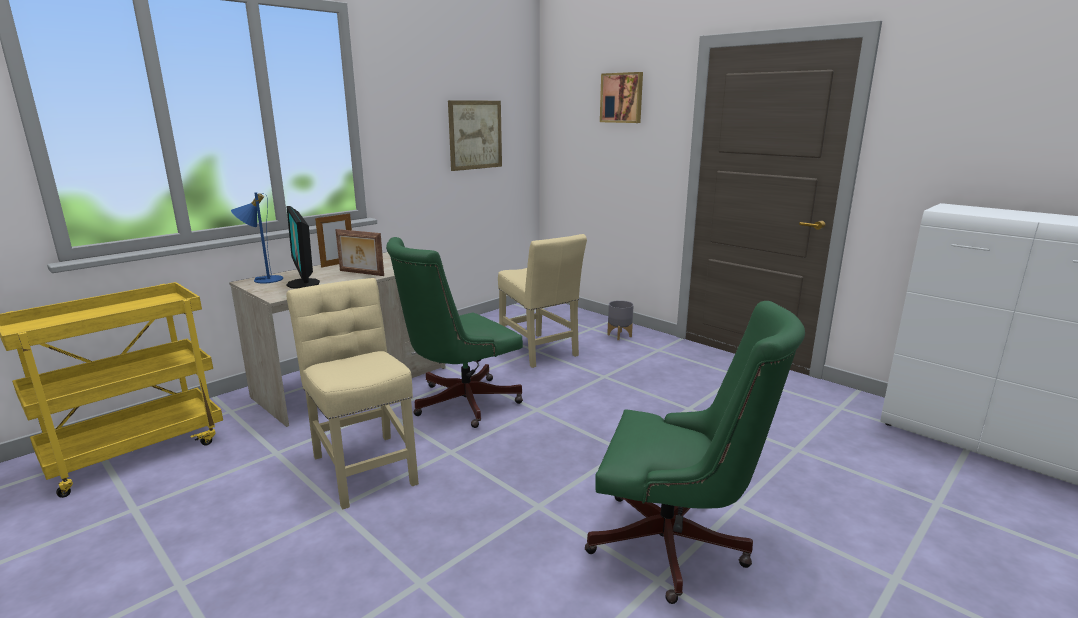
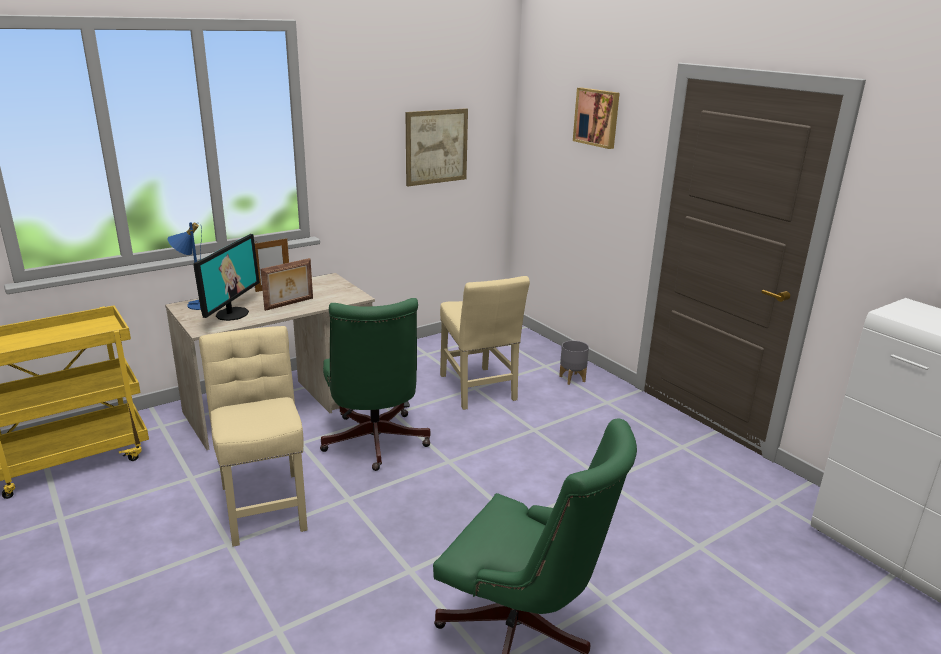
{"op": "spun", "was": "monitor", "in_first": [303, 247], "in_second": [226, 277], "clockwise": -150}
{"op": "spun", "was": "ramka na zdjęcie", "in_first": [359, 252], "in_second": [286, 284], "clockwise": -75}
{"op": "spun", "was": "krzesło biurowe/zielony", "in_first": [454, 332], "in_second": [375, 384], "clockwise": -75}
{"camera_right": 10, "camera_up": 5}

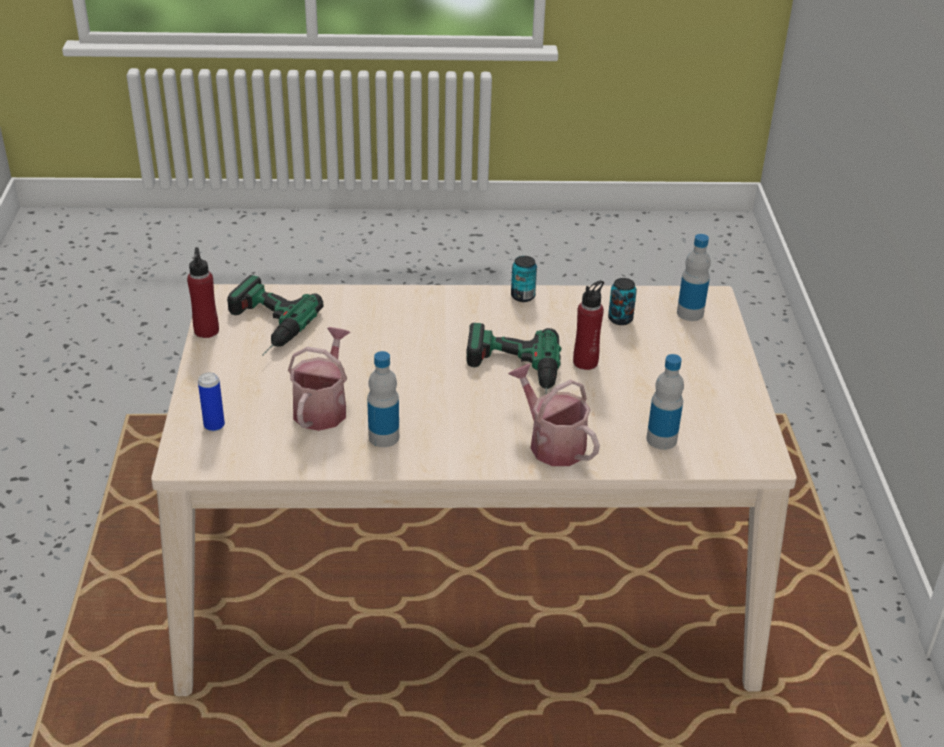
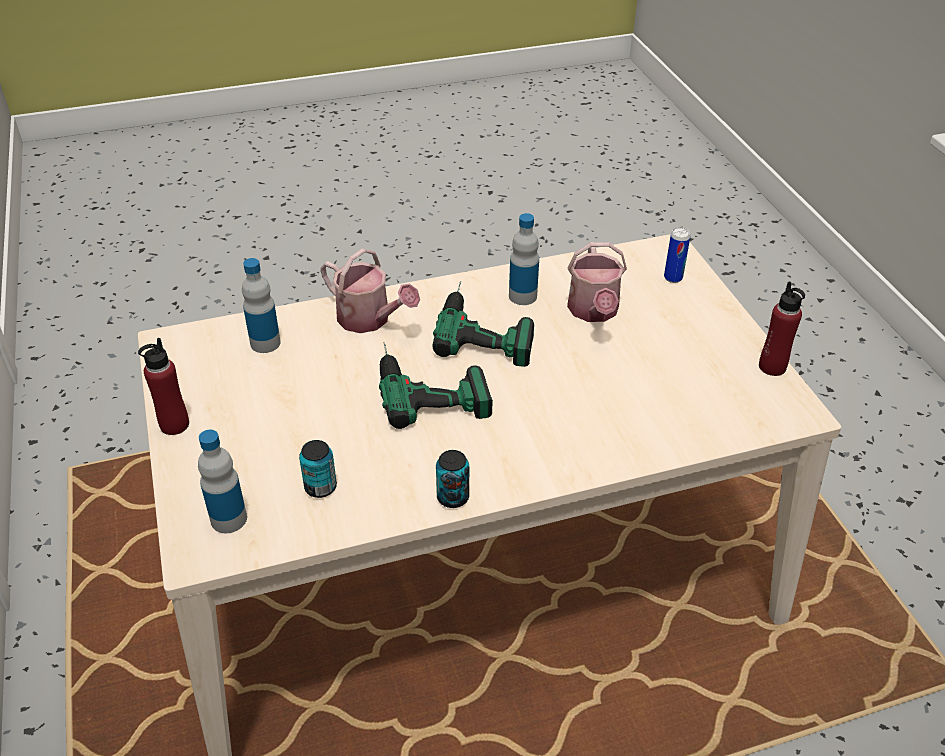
{"op": "relocated", "was": "wiertarka", "in_first": [275, 315], "in_second": [483, 324]}
{"op": "relocated", "was": "butelka/czerwony", "in_first": [588, 325], "in_second": [163, 386]}
{"camera_right": 165, "camera_up": 5}

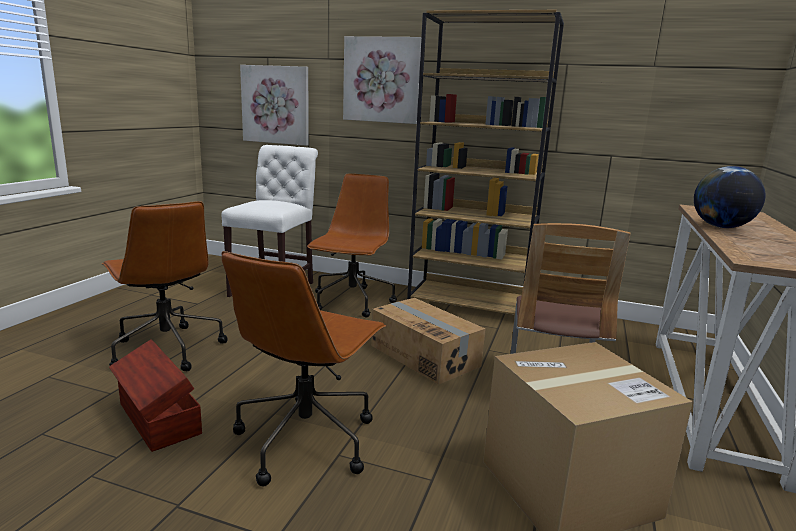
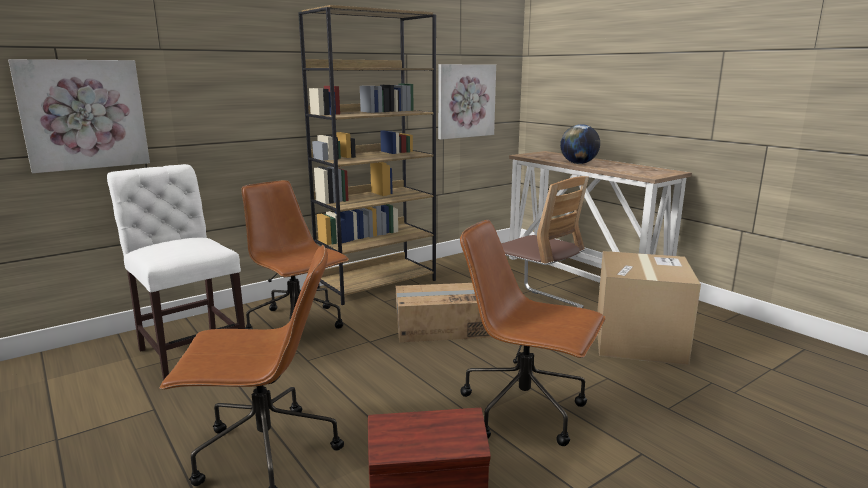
{"op": "relocated", "was": "obraz", "in_first": [382, 80], "in_second": [467, 102]}
{"op": "spun", "was": "krzesło biurowe/brązowy", "in_first": [304, 368], "in_second": [533, 333], "clockwise": 150}
{"camera_right": -55, "camera_up": 0}

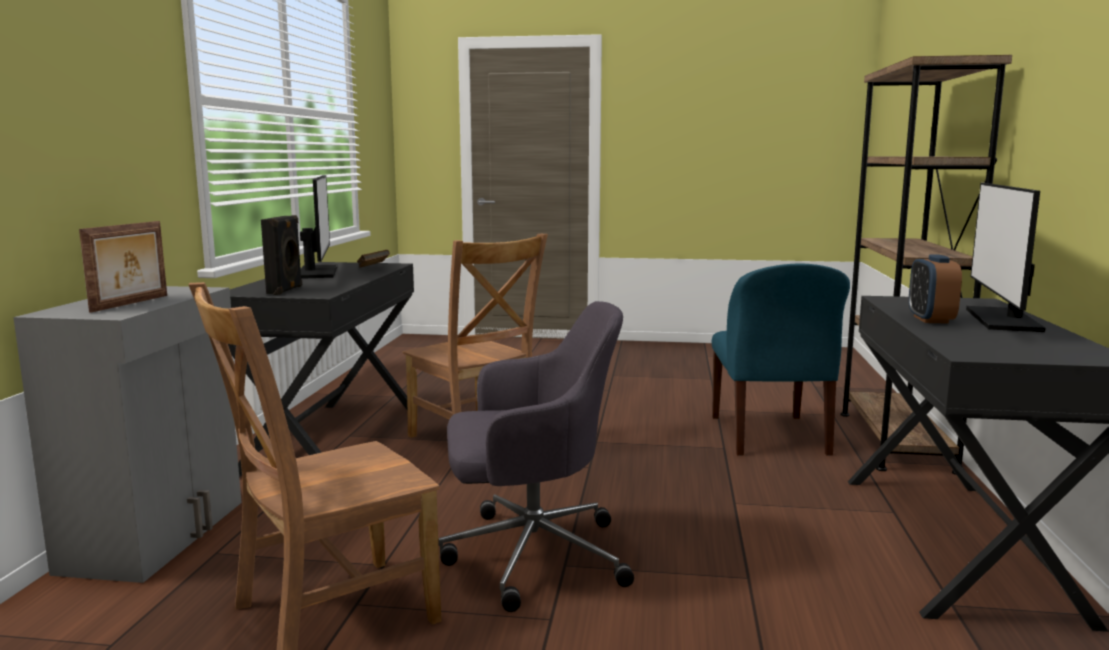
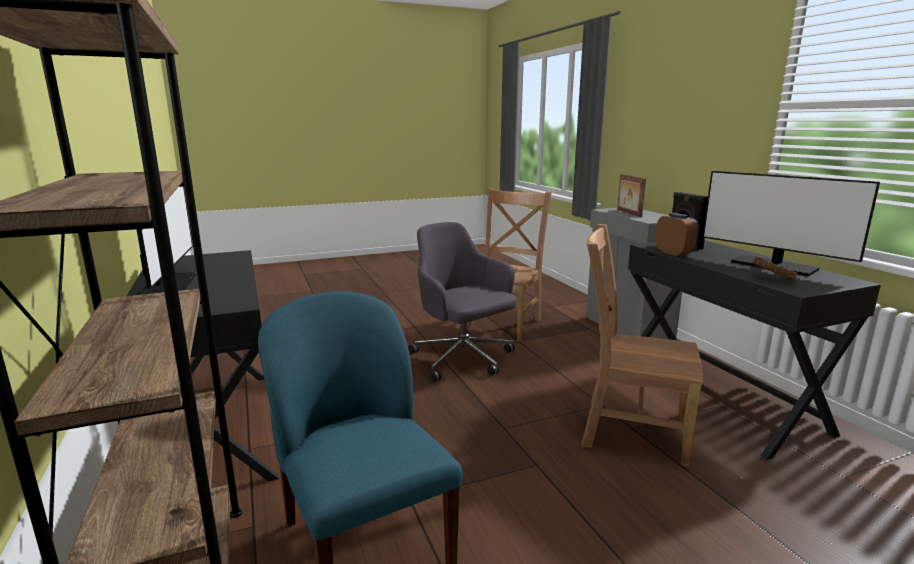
{"op": "relocated", "was": "budzik", "in_first": [935, 289], "in_second": [677, 235]}
{"op": "spun", "was": "krzesło biurowe/szary", "in_first": [536, 456], "in_second": [462, 302], "clockwise": 90}
{"camera_right": 150, "camera_up": 5}

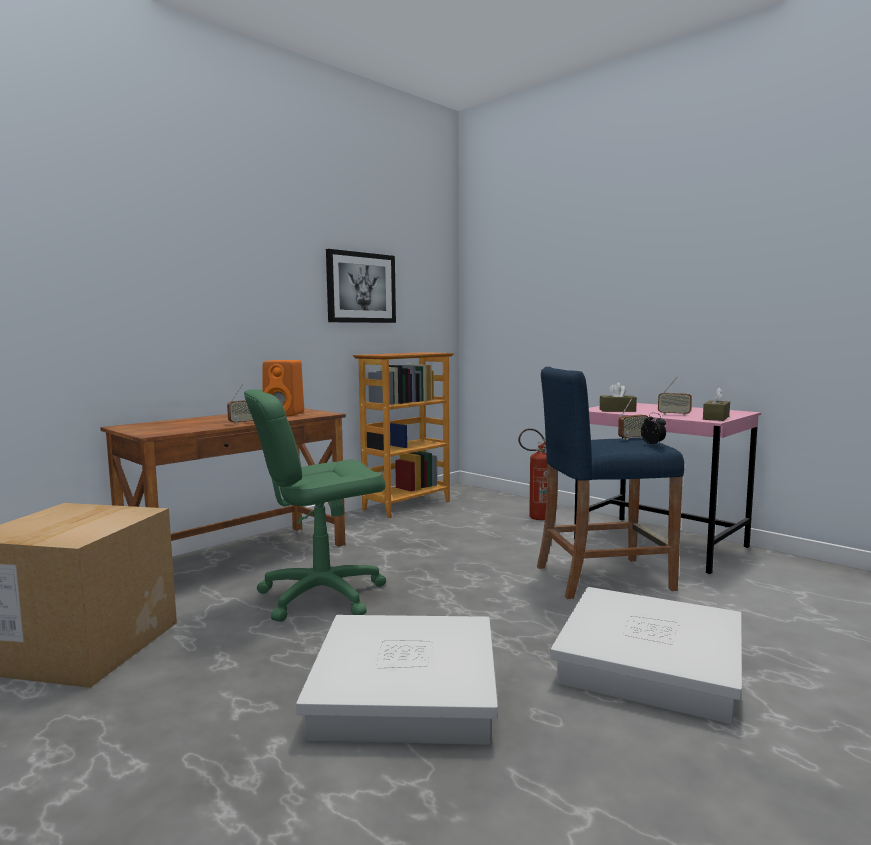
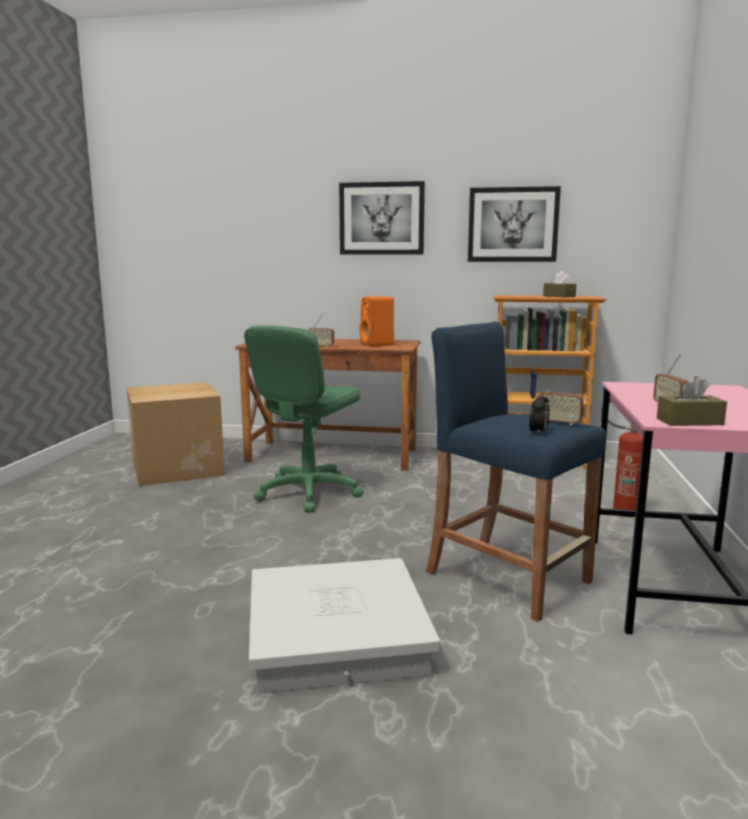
{"op": "relocated", "was": "pudełko chusteczek/brązowy", "in_first": [618, 397], "in_second": [560, 284]}
{"op": "spun", "was": "krzesło biurowe/zielony", "in_first": [315, 505], "in_second": [304, 419], "clockwise": -90}
{"op": "missing", "was": "pojemnik do przechowywania/biały", "in_first": [397, 680]}
{"op": "appeared", "now": "obraz", "in_second": [382, 218]}
{"camera_right": 55, "camera_up": 5}

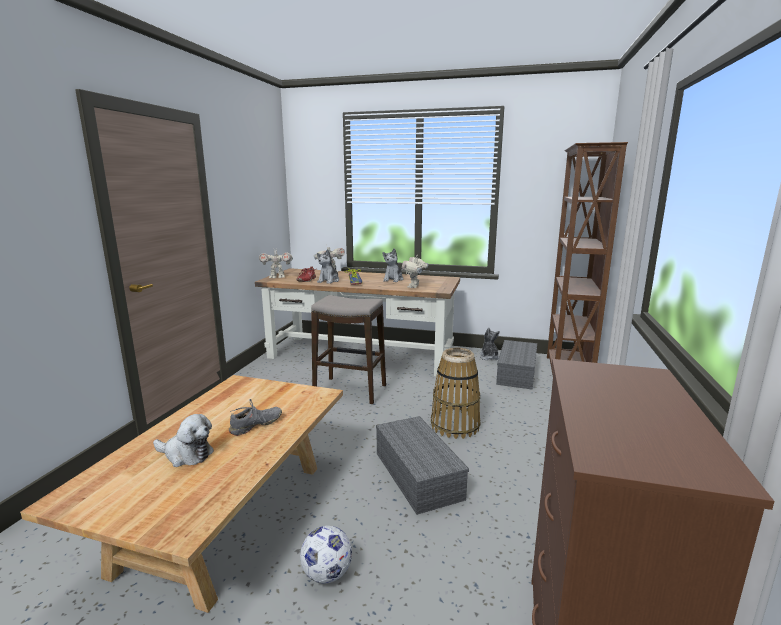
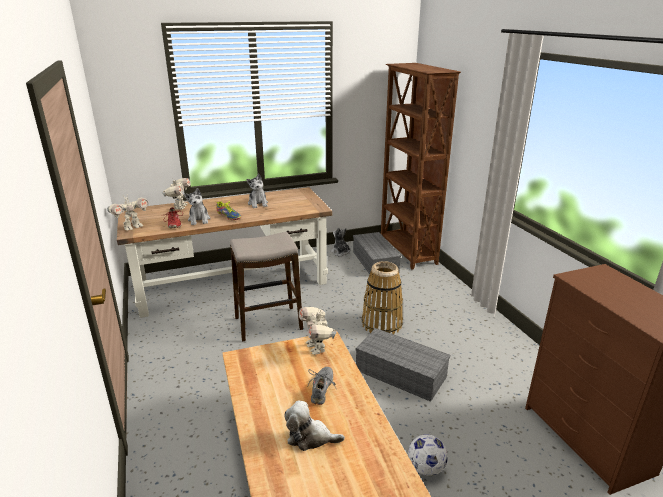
{"op": "relocated", "was": "robot zabawkowy", "in_first": [415, 271], "in_second": [318, 331]}
{"op": "spun", "was": "pluszak", "in_first": [183, 440], "in_second": [314, 426], "clockwise": -150}
{"camera_right": -35, "camera_up": 10}

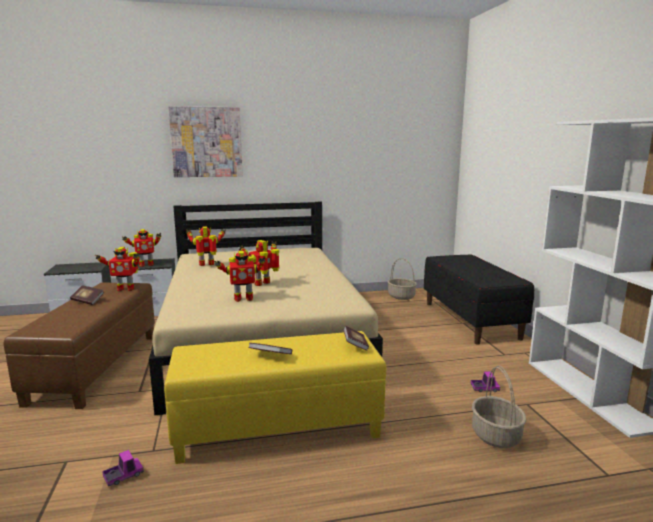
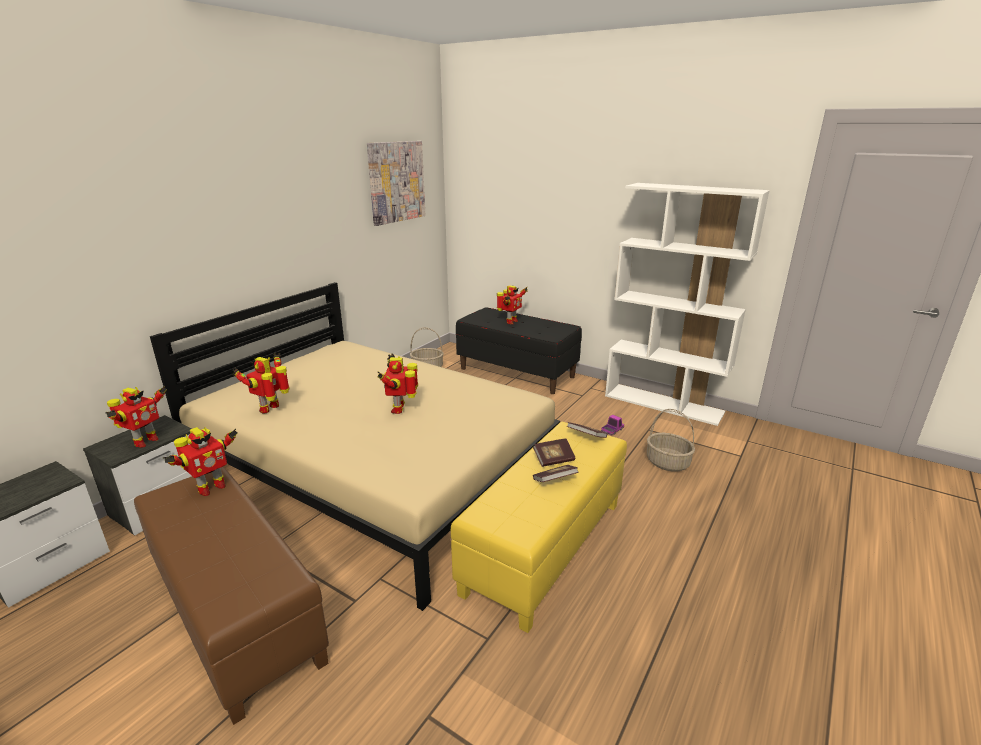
{"op": "relocated", "was": "obraz", "in_first": [205, 141], "in_second": [396, 183]}
{"op": "relocated", "was": "robot zabawkowy", "in_first": [239, 276], "in_second": [512, 304]}
{"op": "relocated", "was": "książka", "in_first": [87, 295], "in_second": [554, 452]}
{"op": "missing", "was": "ciężarówka zabawkowa", "in_first": [123, 468]}
{"camera_right": -45, "camera_up": 10}

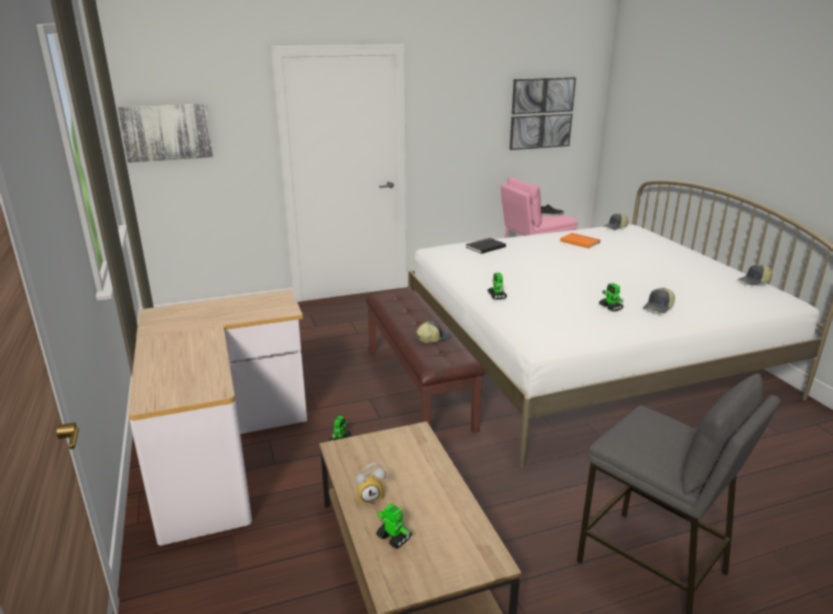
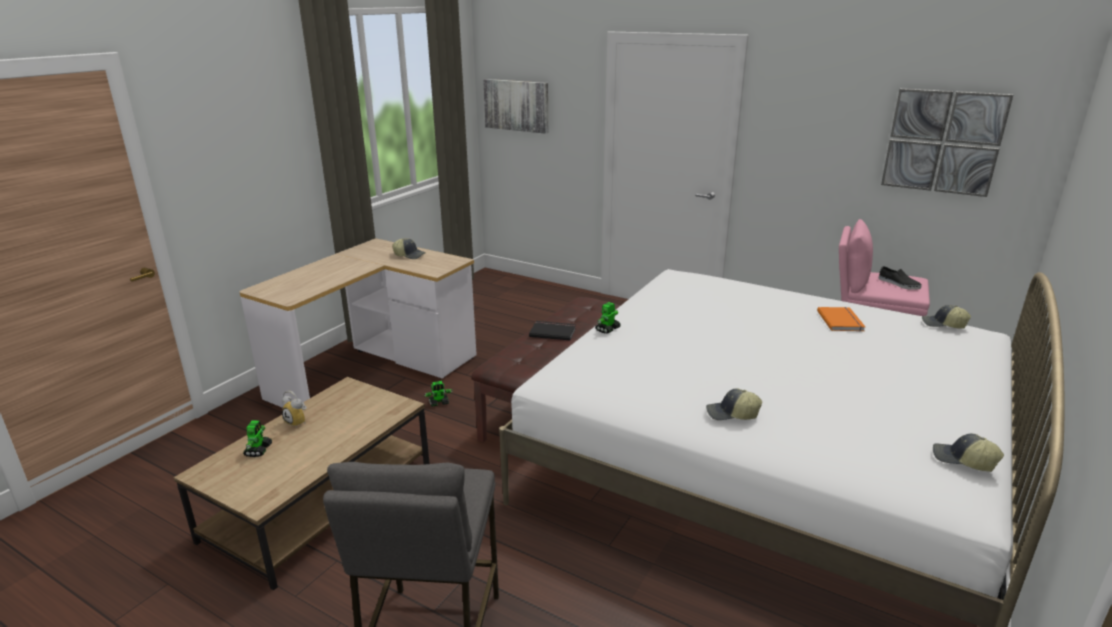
{"op": "relocated", "was": "książka/czarny", "in_first": [486, 246], "in_second": [552, 331]}
{"op": "missing", "was": "robot zabawkowy", "in_first": [611, 297]}
{"op": "relocated", "was": "czapka z daszkiem", "in_first": [433, 332], "in_second": [409, 248]}
{"camera_right": 50, "camera_up": 0}

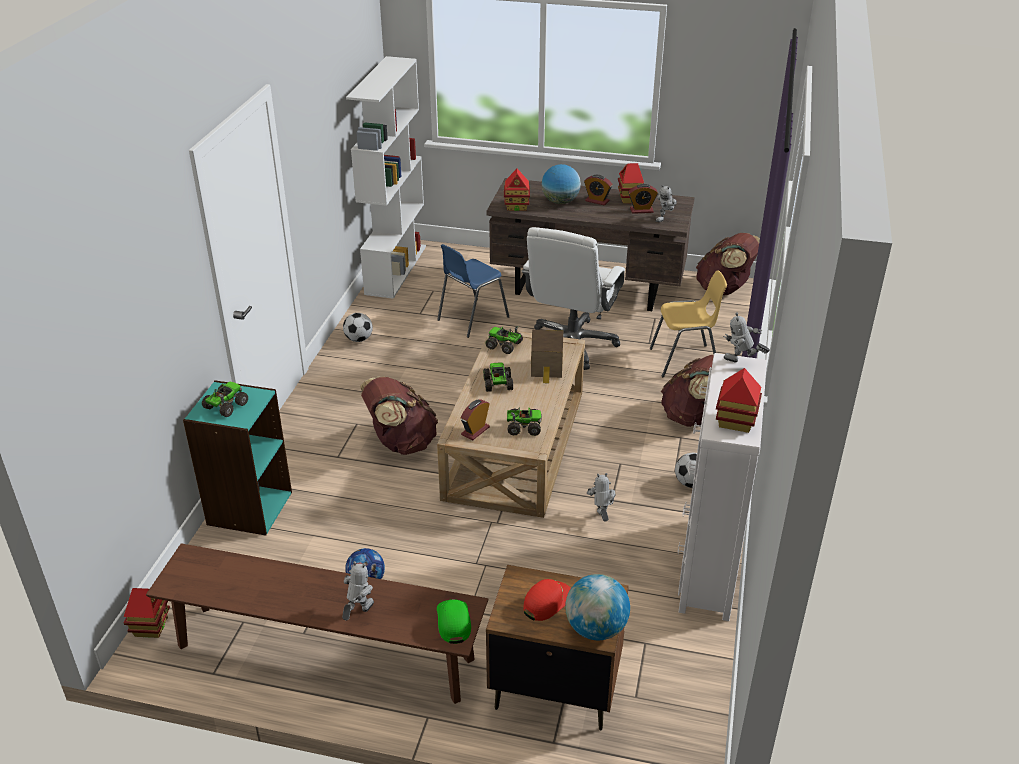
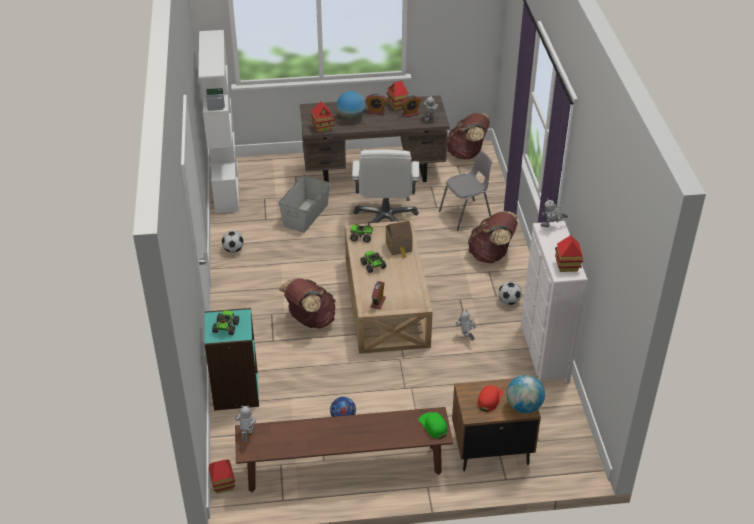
{"op": "exchanged", "was": "krzesło/niebieski", "now": "pojemnik do przechowywania/szary", "in_first": [473, 291], "in_second": [304, 204]}
{"op": "colour", "was": "krzesło/żółty", "now": "krzesło/szary", "in_first": [688, 323], "in_second": [465, 191]}
{"op": "missing", "was": "ciężarówka zabawkowa", "in_first": [524, 421]}
{"op": "relocated", "was": "robot zabawkowy", "in_first": [358, 590], "in_second": [245, 423]}
{"camera_right": -20, "camera_up": 5}

